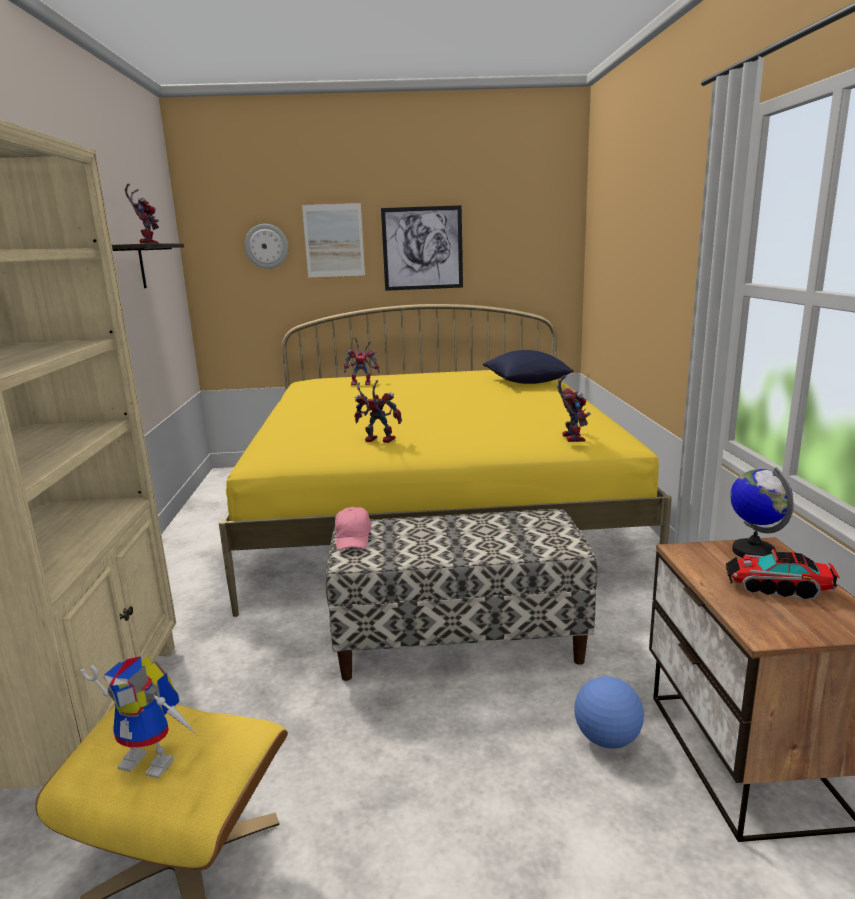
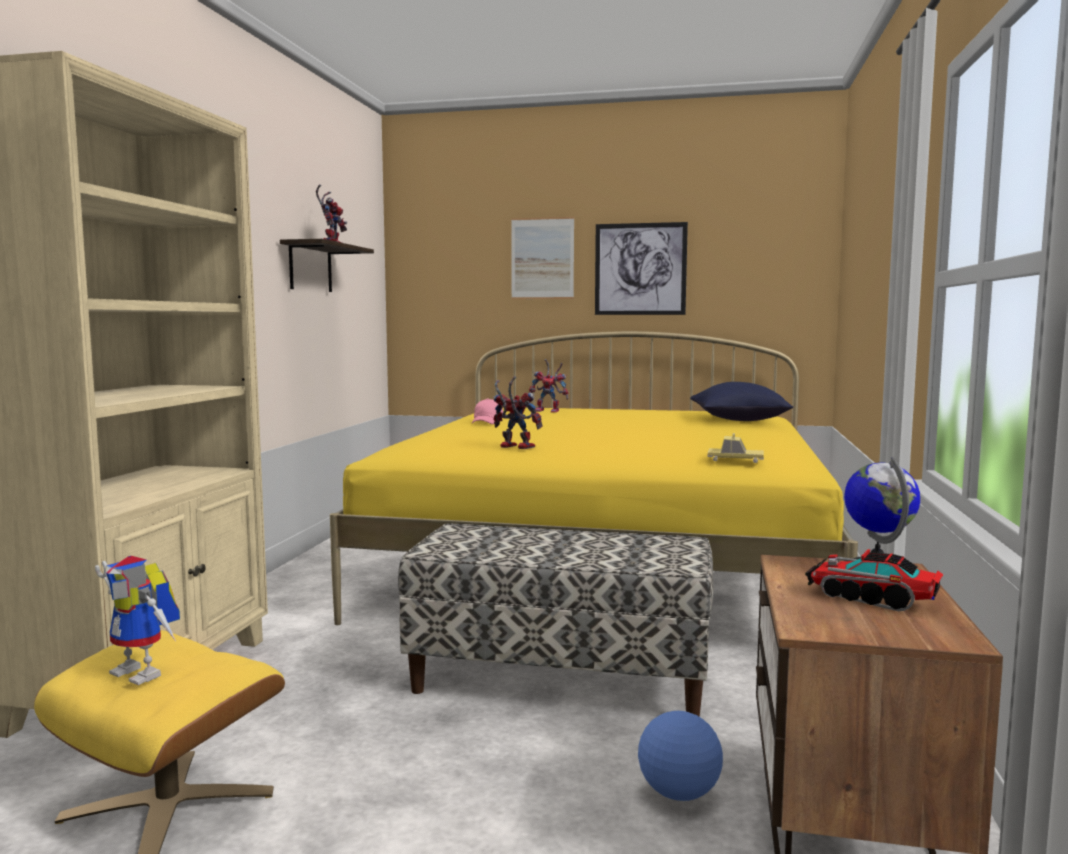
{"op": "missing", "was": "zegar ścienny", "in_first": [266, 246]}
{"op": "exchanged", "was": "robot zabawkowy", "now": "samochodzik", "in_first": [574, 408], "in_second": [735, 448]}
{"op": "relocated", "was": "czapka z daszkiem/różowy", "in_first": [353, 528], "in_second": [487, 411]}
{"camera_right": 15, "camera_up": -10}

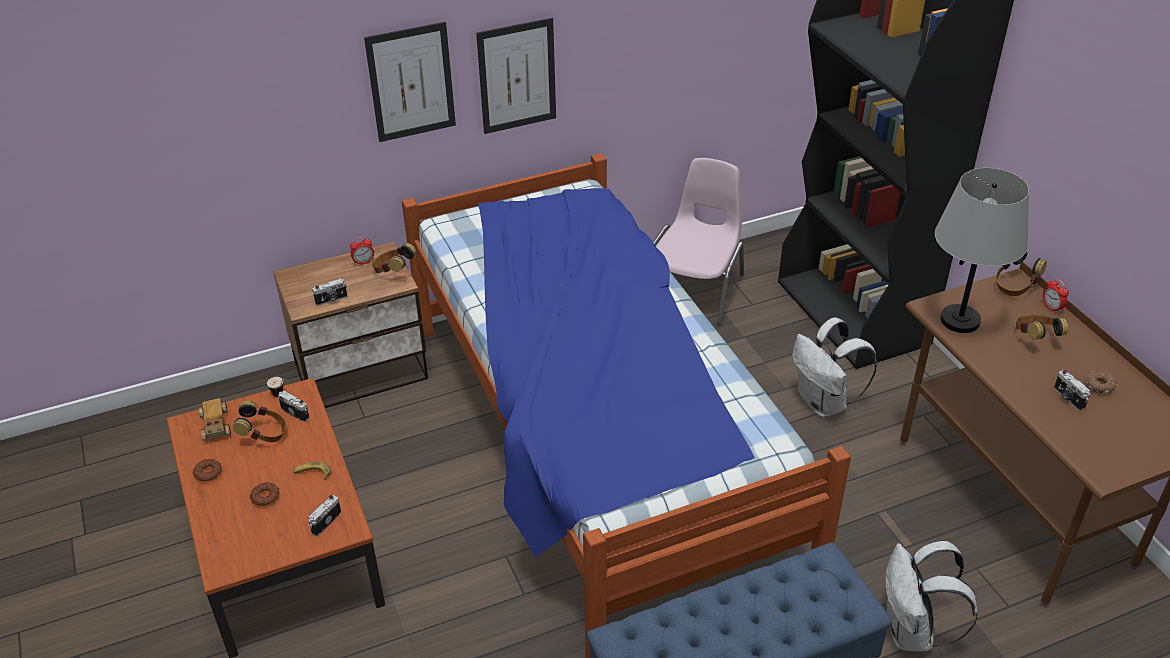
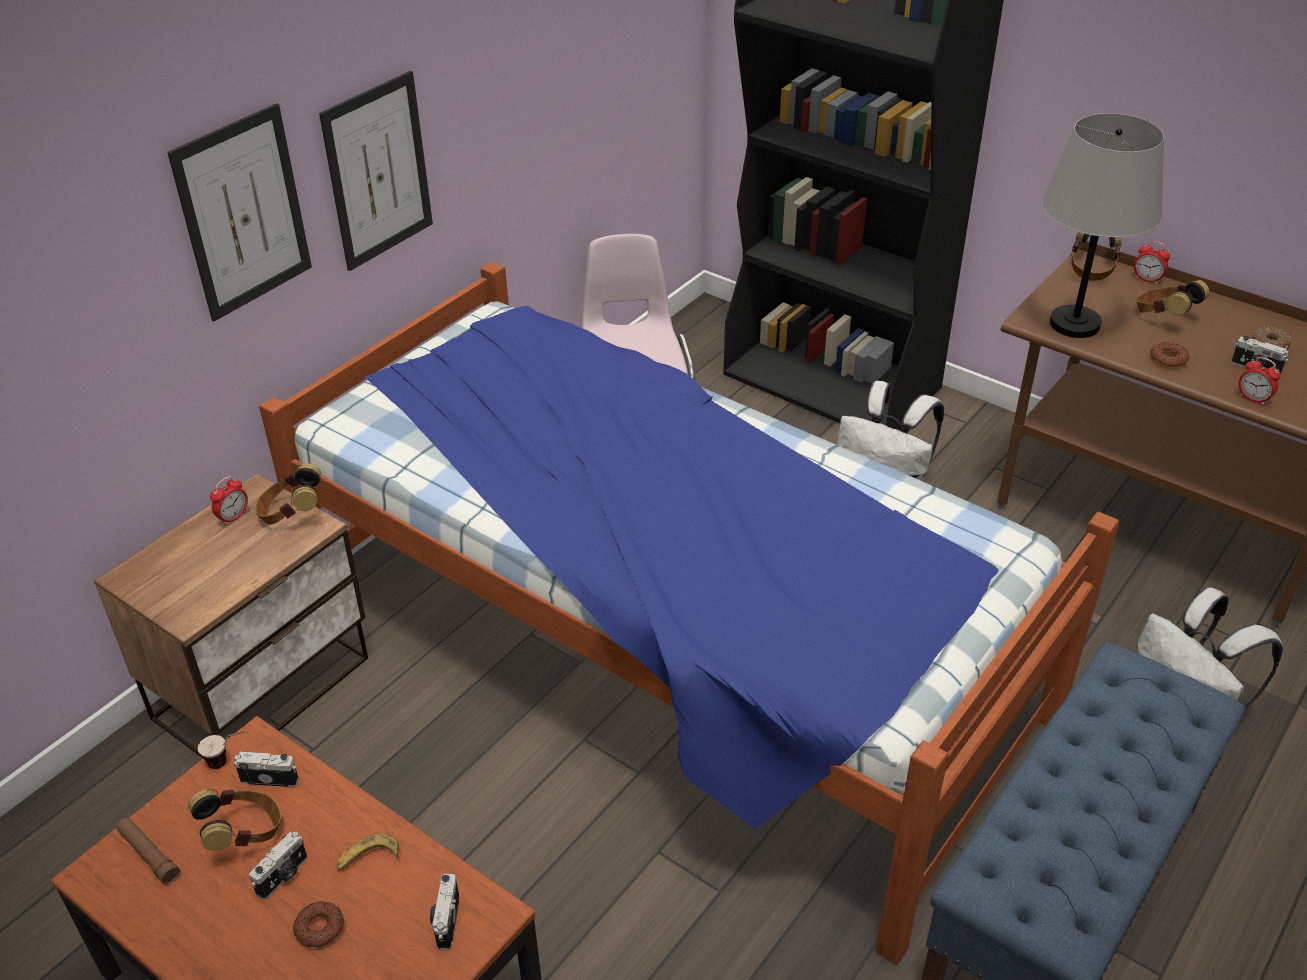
{"op": "relocated", "was": "aparat fotograficzny", "in_first": [329, 292], "in_second": [278, 866]}
{"op": "exchanged", "was": "samochodzik", "now": "latarka/brązowy", "in_first": [214, 419], "in_second": [148, 851]}
{"op": "relocated", "was": "donut", "in_first": [207, 470], "in_second": [1169, 355]}
{"op": "appeared", "now": "budzik", "in_second": [1260, 381]}
{"camera_right": -30, "camera_up": 0}

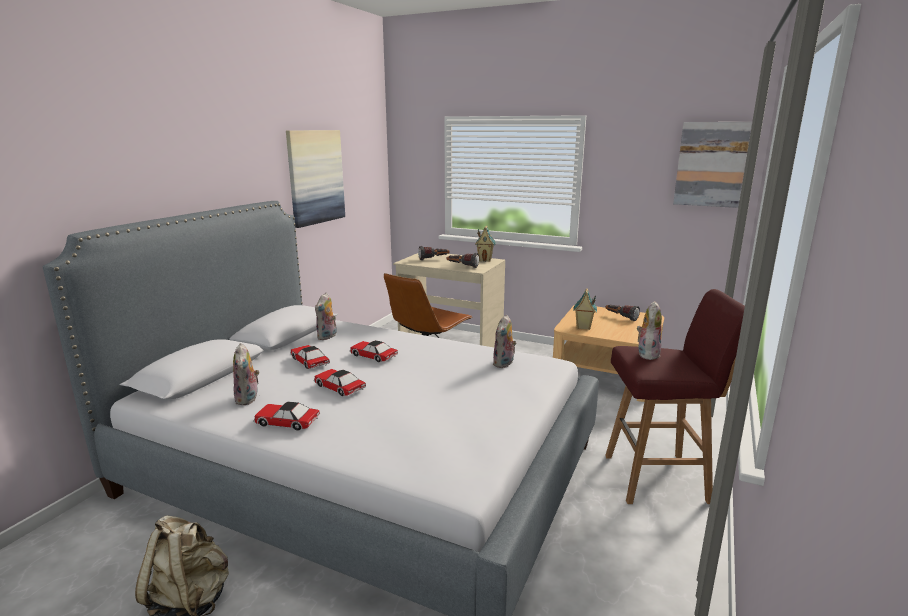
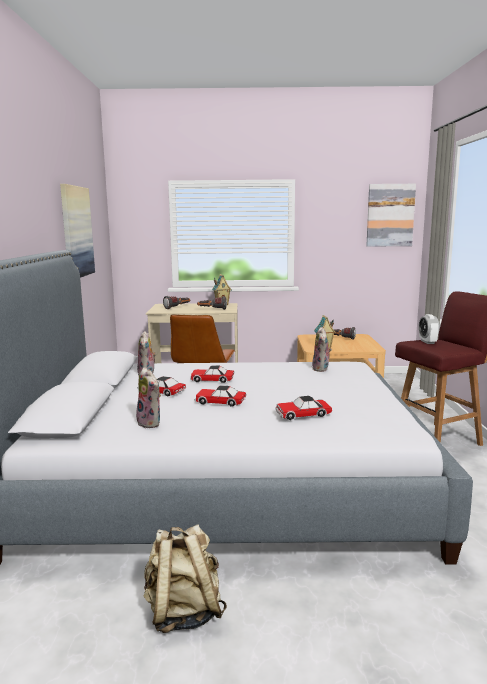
{"op": "exchanged", "was": "pluszak", "now": "budzik", "in_first": [649, 330], "in_second": [429, 329]}
{"op": "relocated", "was": "samochodzik", "in_first": [286, 416], "in_second": [303, 408]}
{"camera_right": -25, "camera_up": -5}

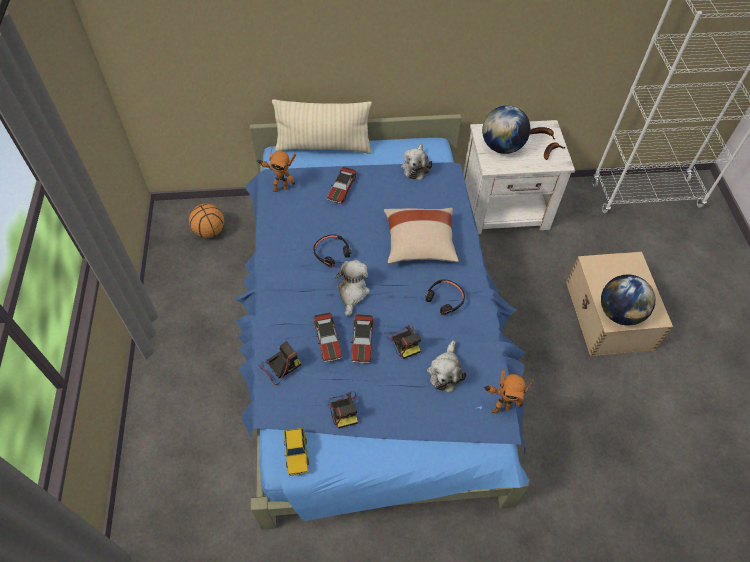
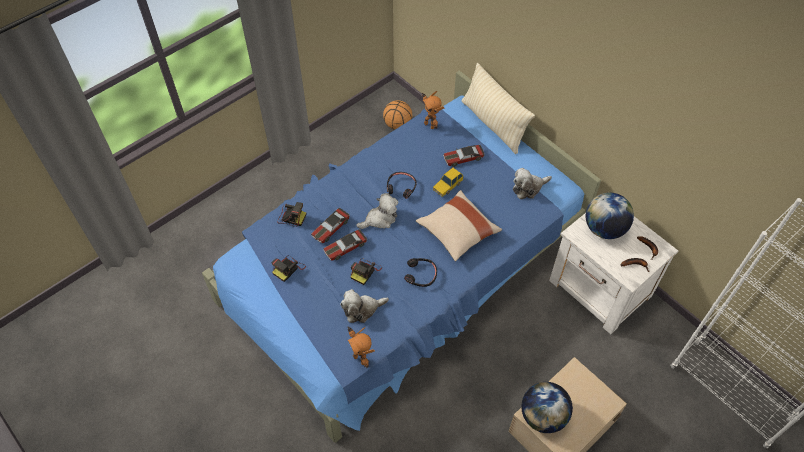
{"op": "relocated", "was": "samochodzik", "in_first": [296, 452], "in_second": [448, 182]}
{"camera_right": 55, "camera_up": 0}

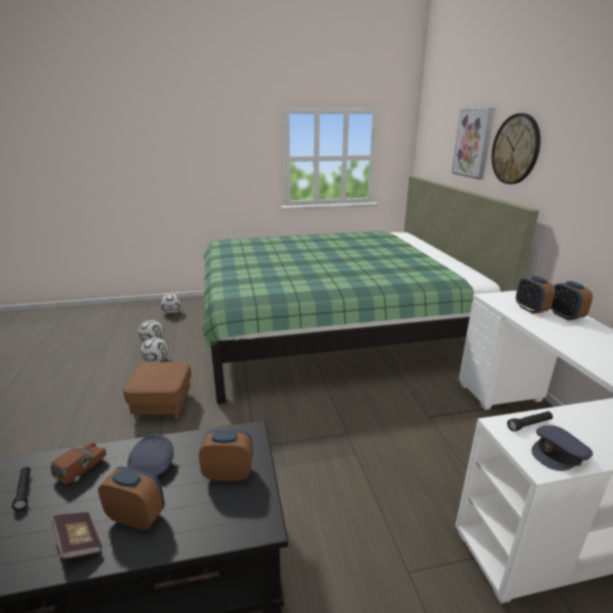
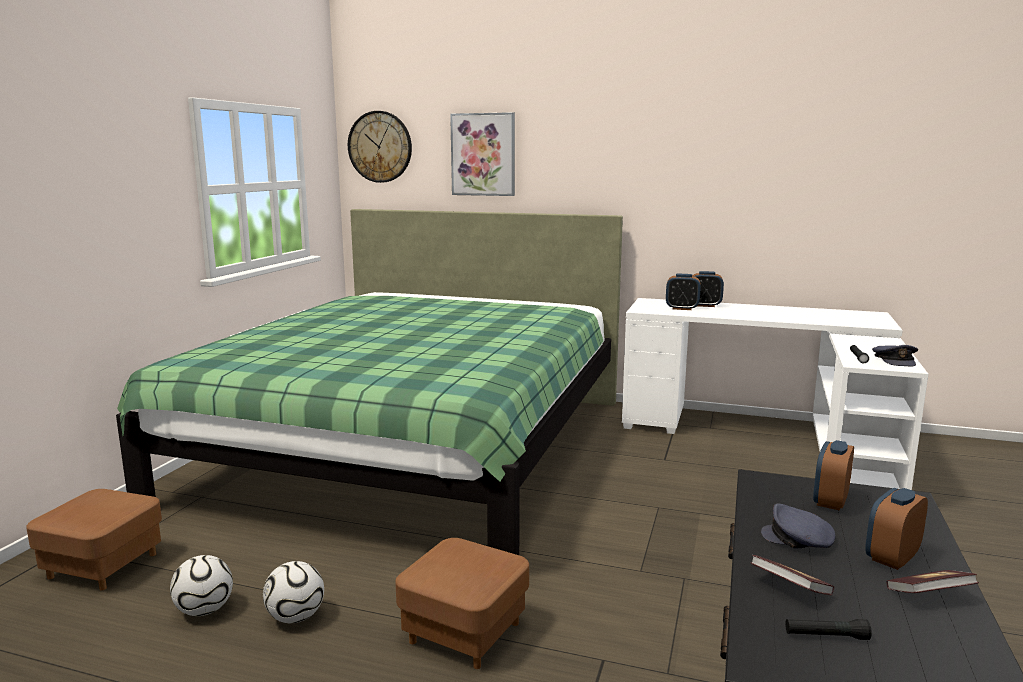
{"op": "relocated", "was": "zegar ścienny", "in_first": [516, 148], "in_second": [380, 147]}
{"op": "exchanged", "was": "piłka futbolowa", "now": "pufa/brązowy", "in_first": [171, 303], "in_second": [94, 539]}
{"op": "exchanged", "was": "samochodzik/brązowy", "now": "książka", "in_first": [78, 463], "in_second": [792, 575]}
{"camera_right": -60, "camera_up": -10}

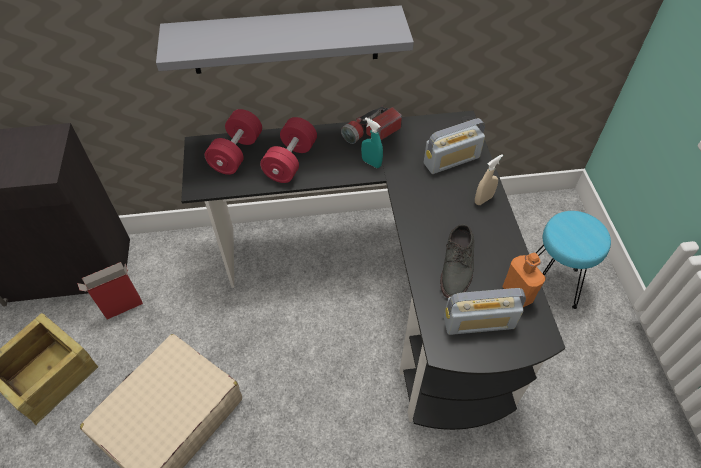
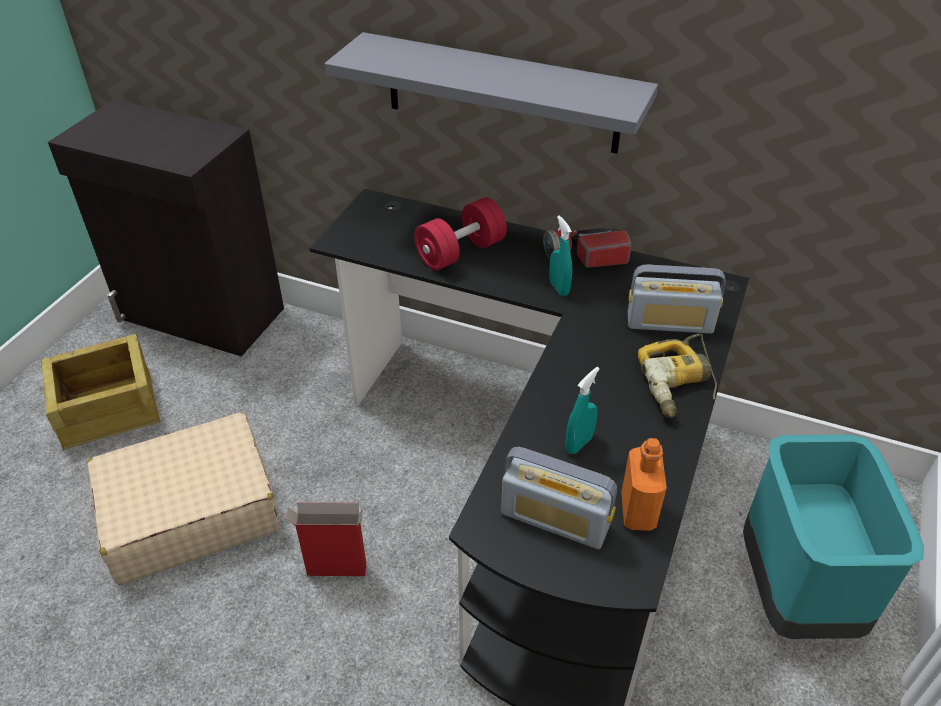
{"op": "missing", "was": "hantel/czerwony", "in_first": [233, 142]}
{"op": "exchanged", "was": "spryskiwacz/beżowy", "now": "wiertarka", "in_first": [489, 179], "in_second": [677, 376]}
{"op": "exchanged", "was": "stołek/turkusowy", "now": "kosz na śmieci/turkusowy", "in_first": [573, 260], "in_second": [833, 537]}
{"op": "exchanged", "was": "but/szary", "now": "spryskiwacz/turkusowy", "in_first": [457, 261], "in_second": [582, 410]}
{"op": "relocated", "was": "karton", "in_first": [110, 291], "in_second": [326, 539]}
{"camera_right": 30, "camera_up": -10}

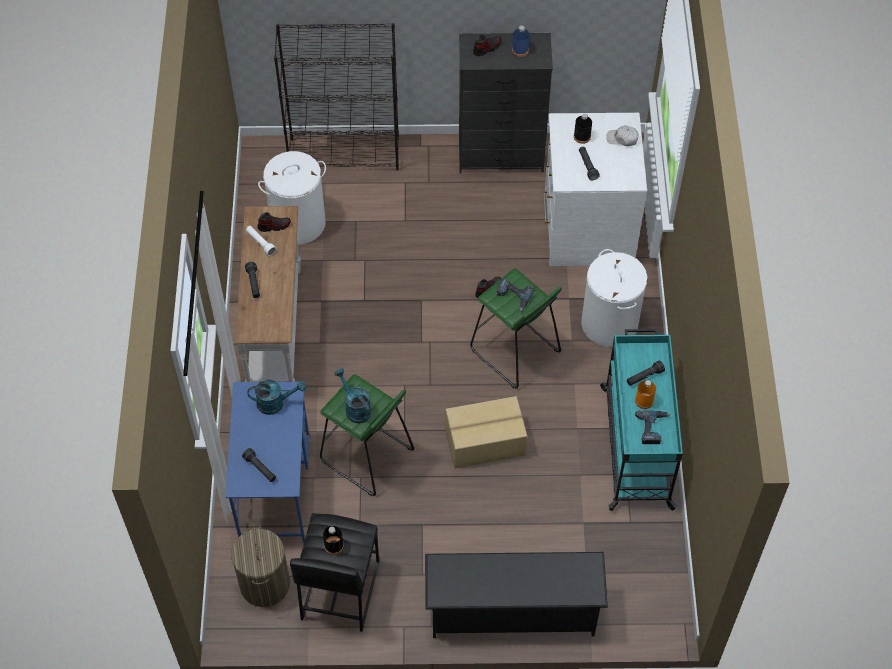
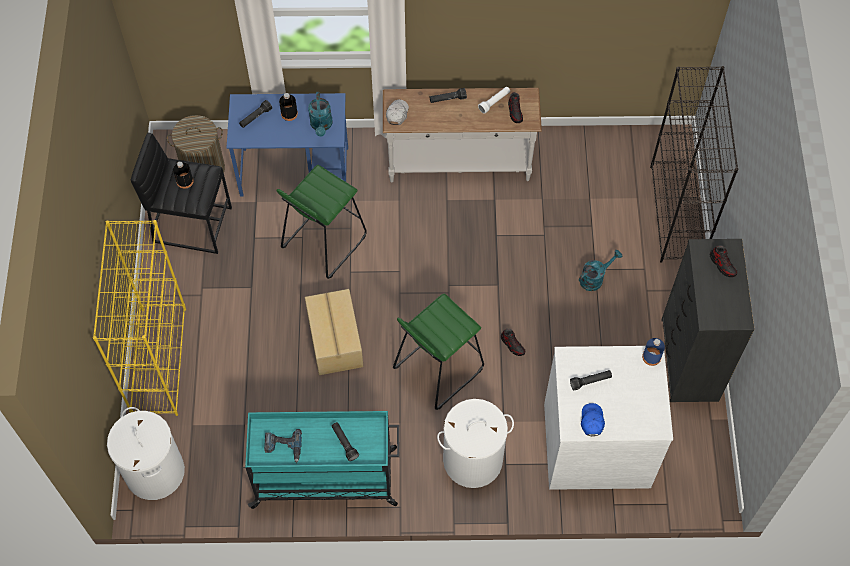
{"op": "relocated", "was": "butelka/niebieski", "in_first": [521, 41], "in_second": [653, 352]}
{"op": "relocated", "was": "butelka/czarny", "in_first": [583, 128], "in_second": [288, 107]}
{"op": "relocated", "was": "czapka z daszkiem/biały", "in_first": [622, 135], "in_second": [397, 112]}
{"op": "relocated", "was": "kosz na pranie/biały", "in_first": [292, 198], "in_second": [146, 453]}
{"op": "missing", "was": "wiertarka", "in_first": [515, 294]}
{"op": "relocated", "was": "konewka/turkusowy", "in_first": [352, 396], "in_second": [600, 270]}
{"op": "missing", "was": "butelka/pomarańczowy", "in_first": [645, 394]}
{"op": "exchanged", "was": "regał na buty/czarny", "now": "regał/żółty", "in_first": [516, 595], "in_second": [139, 318]}
{"op": "appeared", "now": "czapka z daszkiem/niebieski", "in_second": [593, 419]}
{"camera_right": 90, "camera_up": 5}

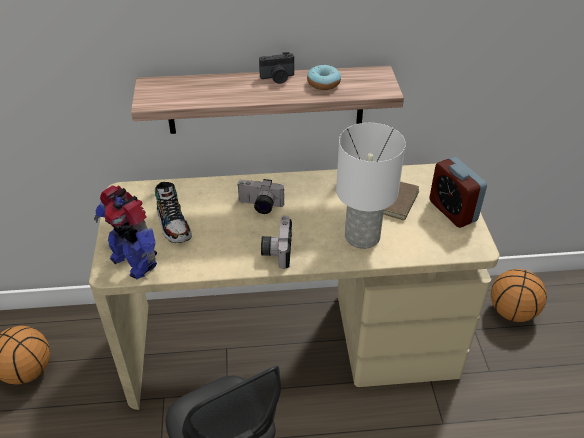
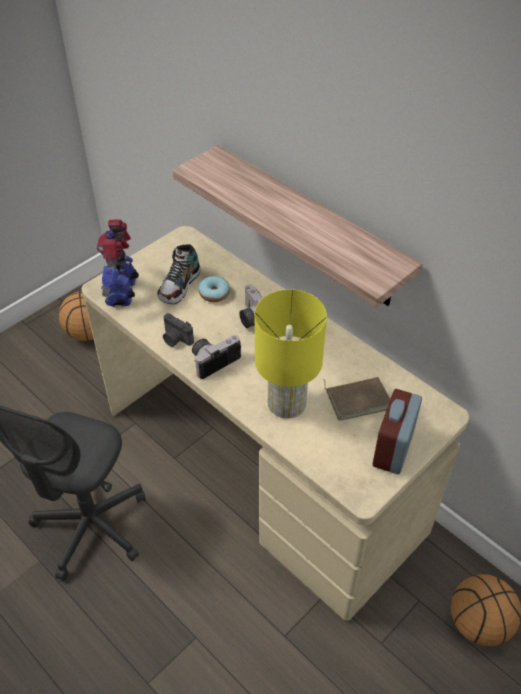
{"op": "relocated", "was": "aparat fotograficzny", "in_first": [276, 68], "in_second": [178, 330]}
{"op": "relocated", "was": "donut", "in_first": [324, 77], "in_second": [214, 289]}
{"op": "colour", "was": "lampa stołowa/biały", "now": "lampa stołowa/żółty", "in_first": [371, 186], "in_second": [291, 353]}
{"camera_right": 50, "camera_up": 5}

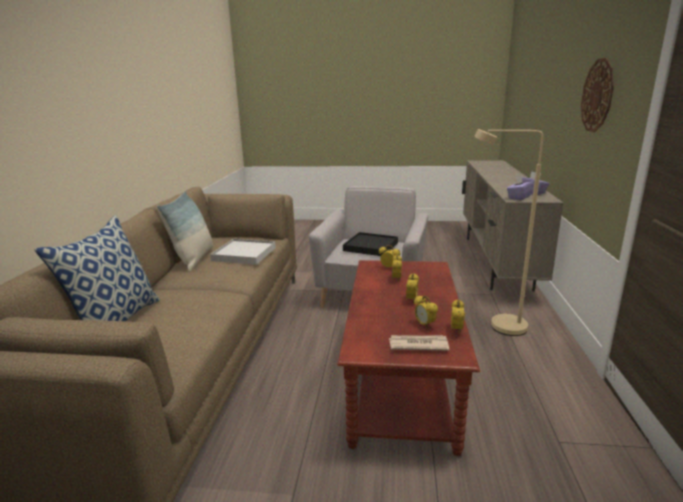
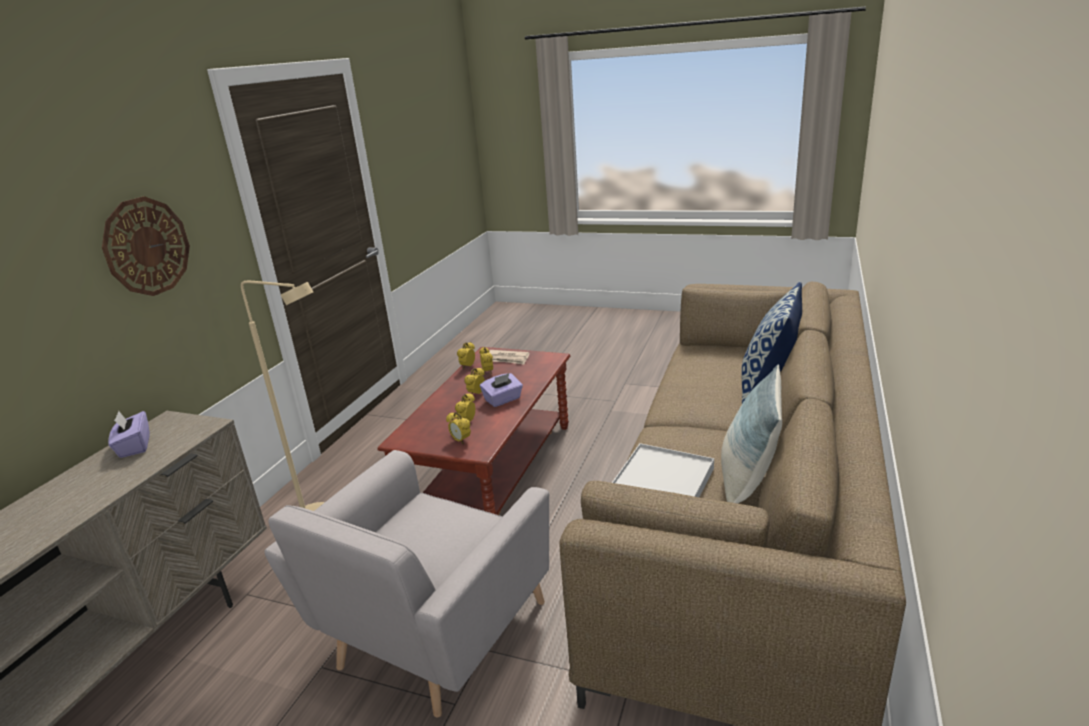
{"op": "relocated", "was": "pudełko chusteczek/fioletowy", "in_first": [520, 187], "in_second": [501, 390]}
{"op": "missing", "was": "taca/czarny", "in_first": [370, 244]}
{"camera_right": -165, "camera_up": 5}

